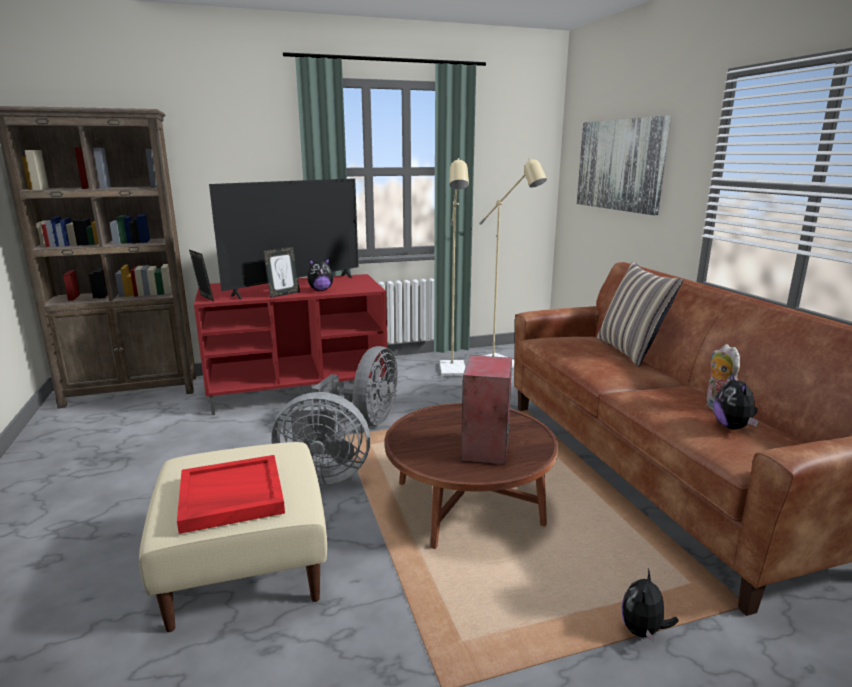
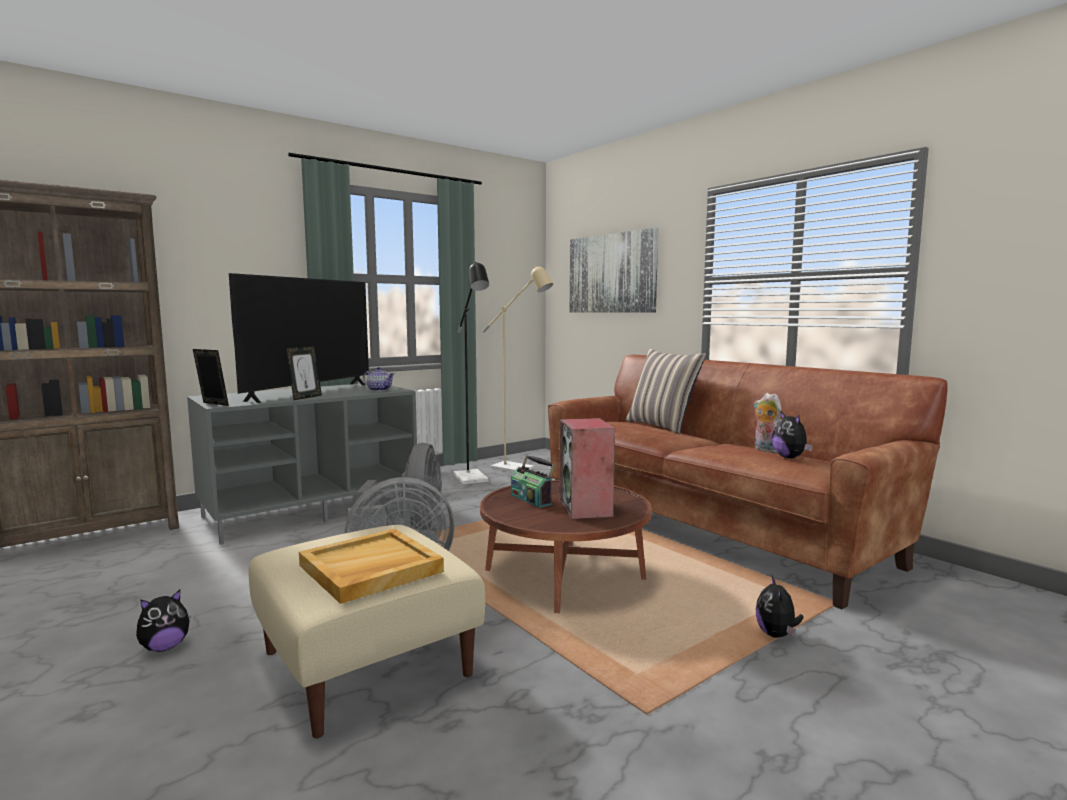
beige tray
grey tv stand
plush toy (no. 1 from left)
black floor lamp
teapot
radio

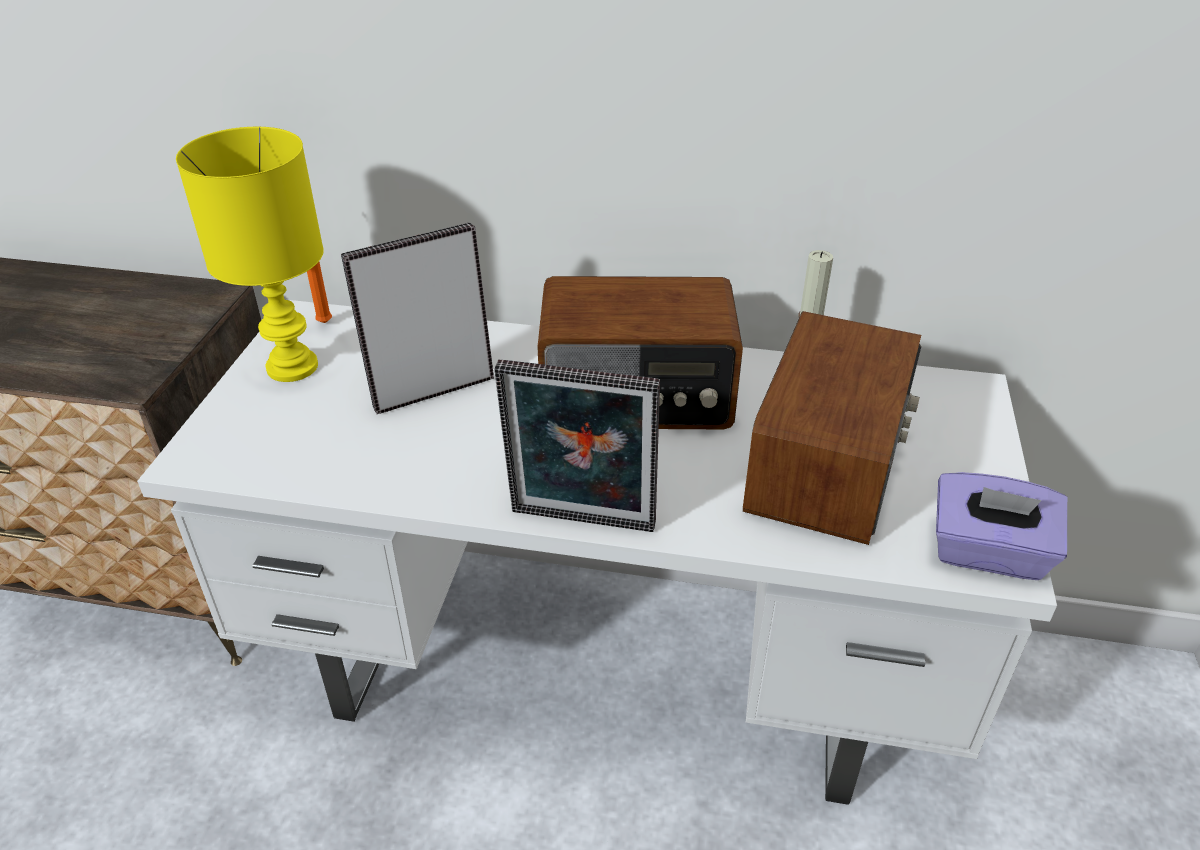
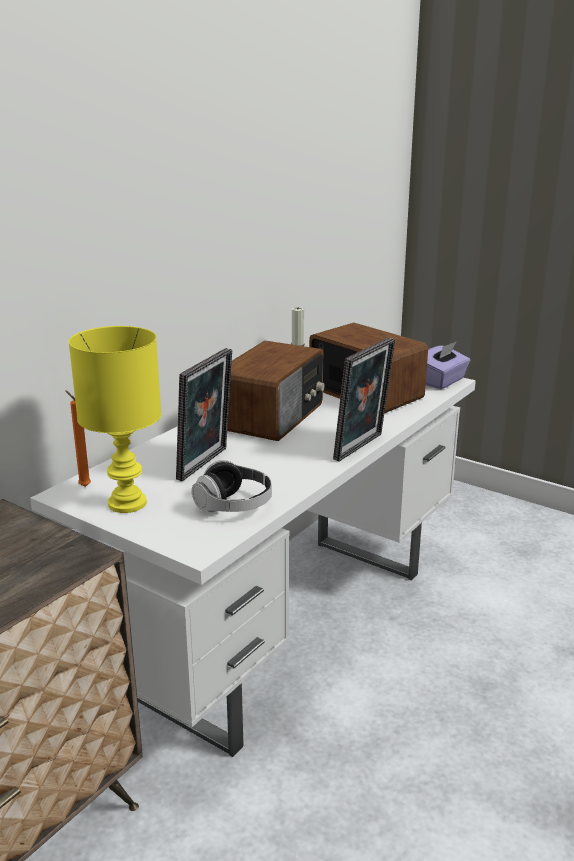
picture frame (no. 1 from left)
headphones

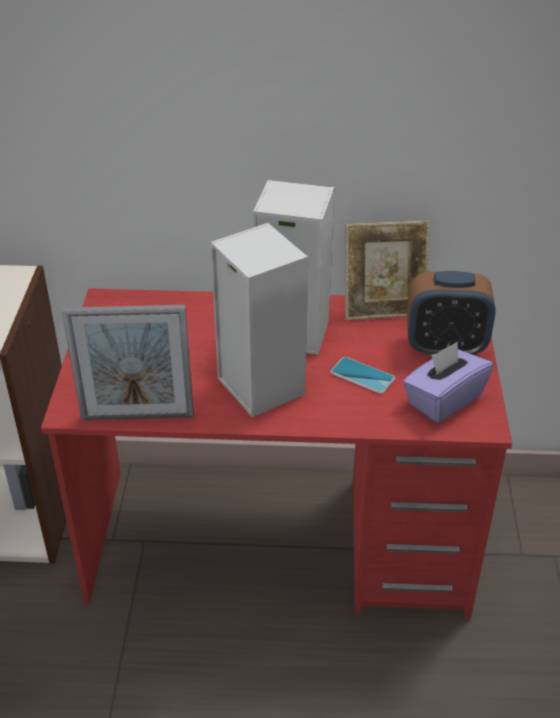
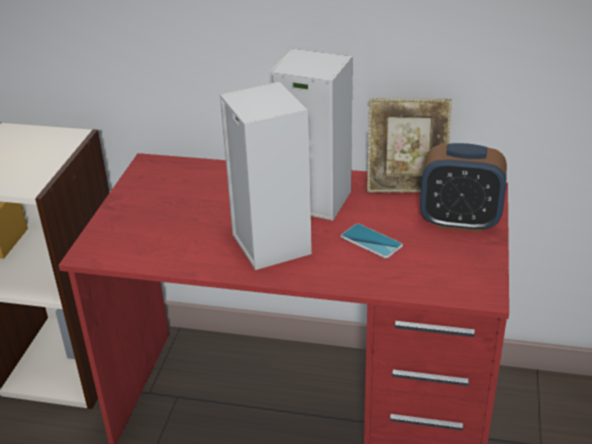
picture frame (no. 1 from left in the first image)
purple tissue box

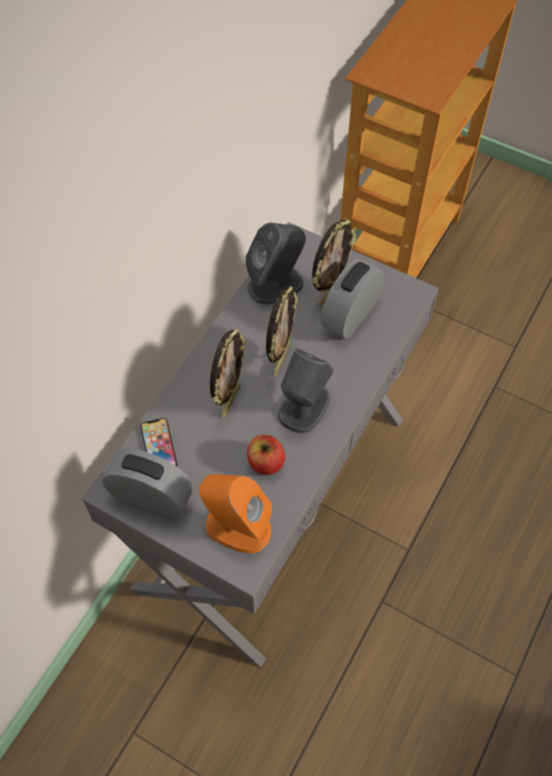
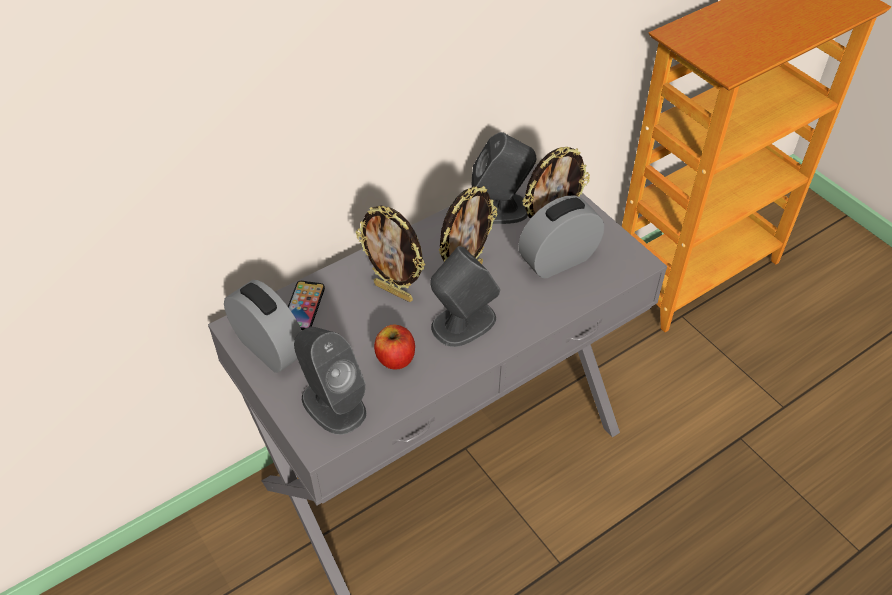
grey speaker (no. 1 from left)
picture frame (no. 1 from left)

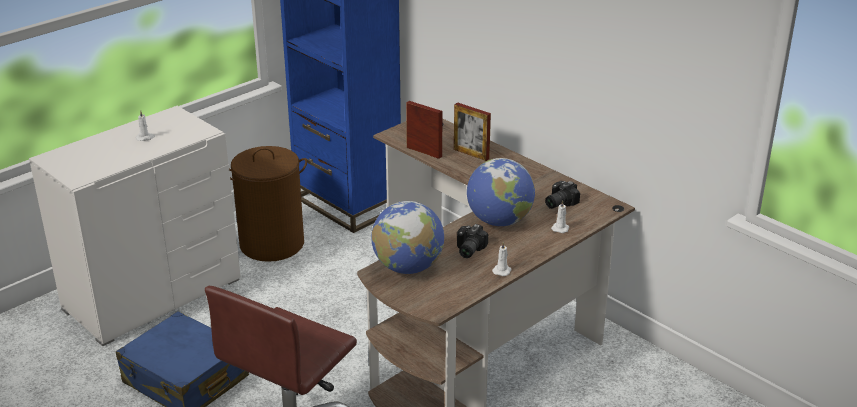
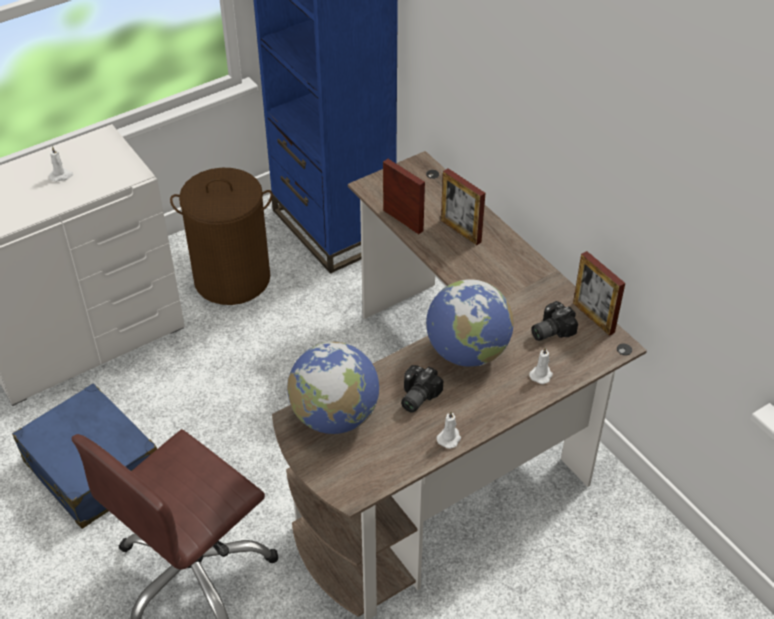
picture frame (no. 3 from left)

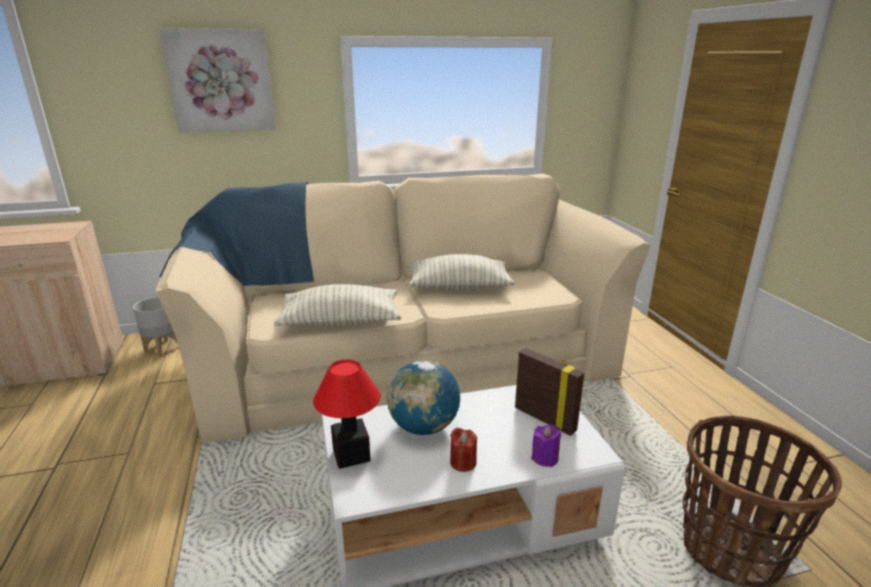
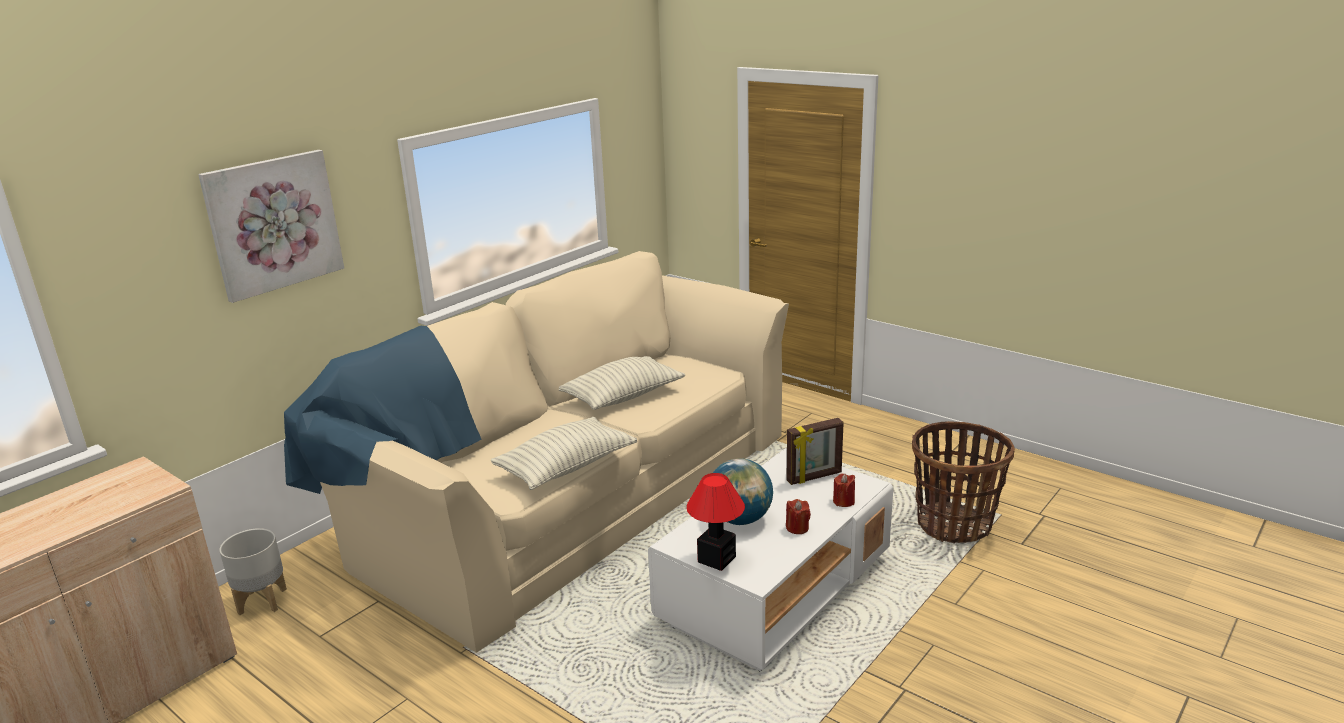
picture frame
red candle (no. 2 from left)

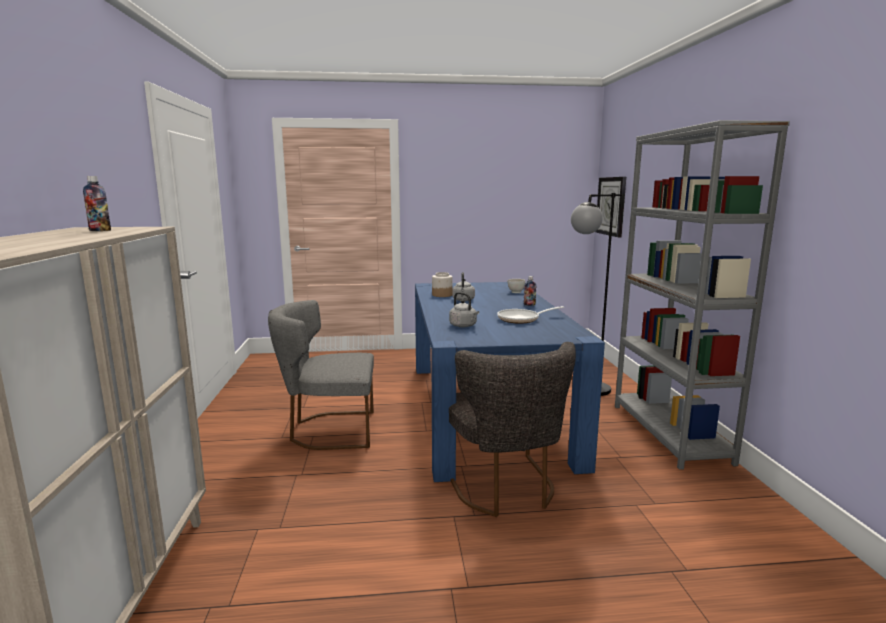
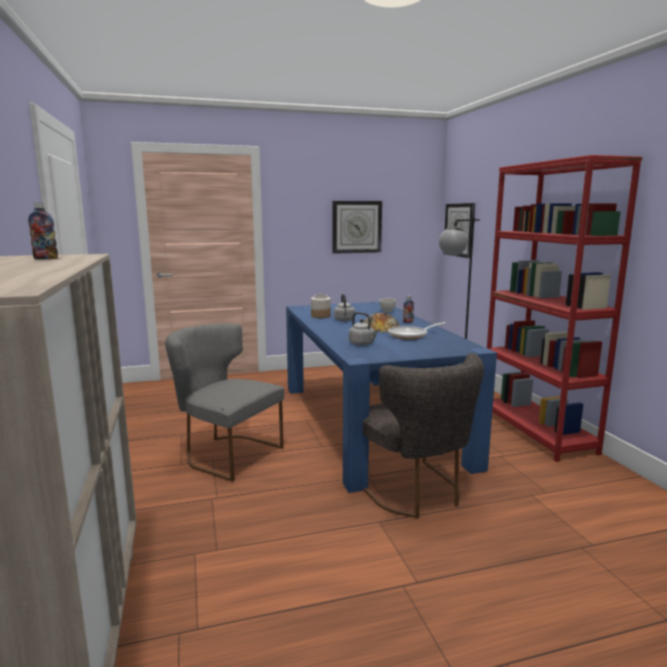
grey chair (no. 1 from left)
red bookcase
wall clock (no. 1 from left)
bread

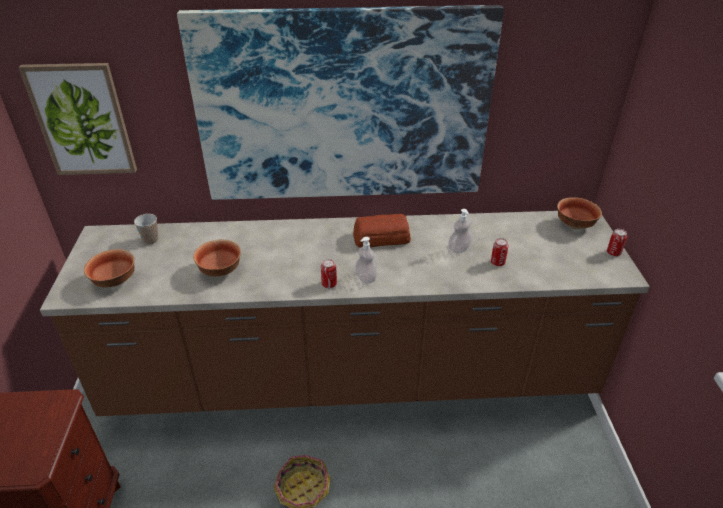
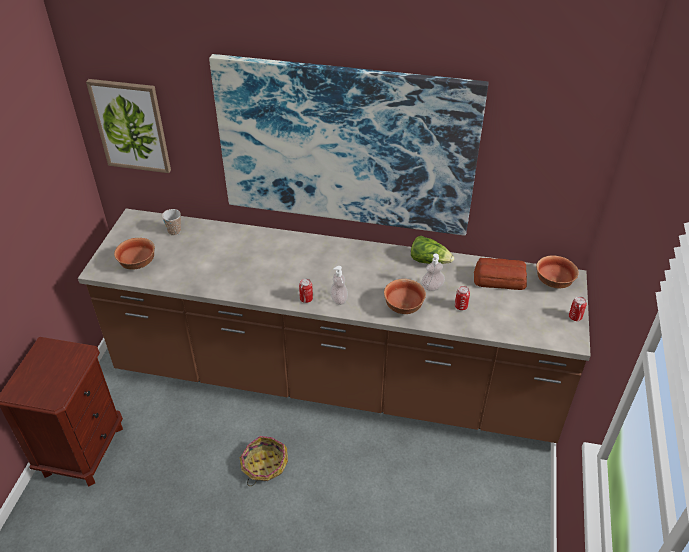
bowl (no. 2 from left)
bread
lettuce

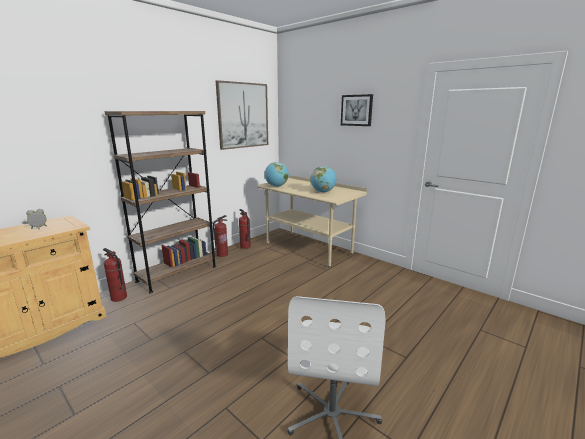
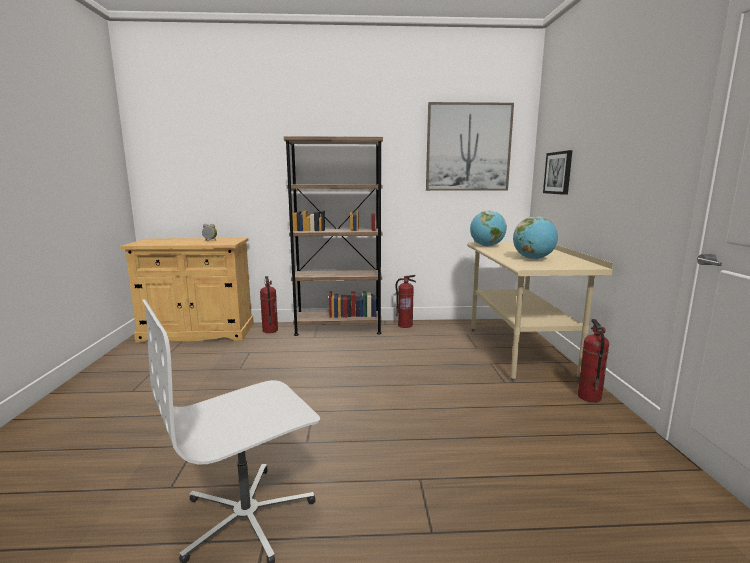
fire extinguisher (no. 3 from left)
picture (no. 2 from left)

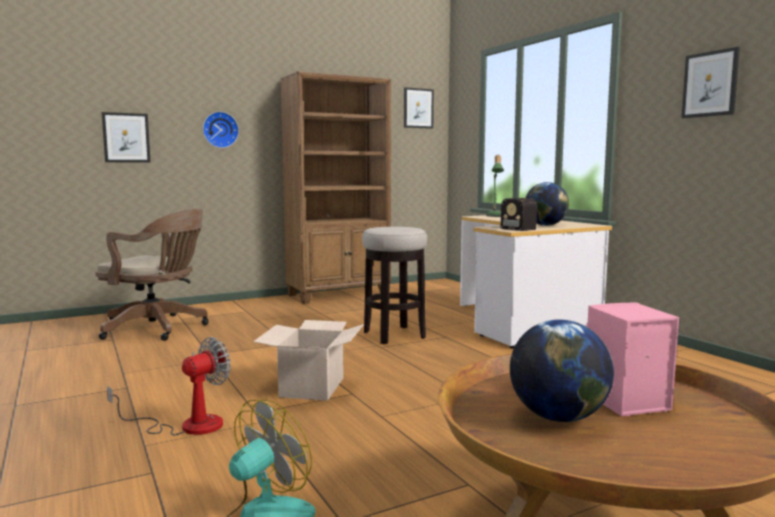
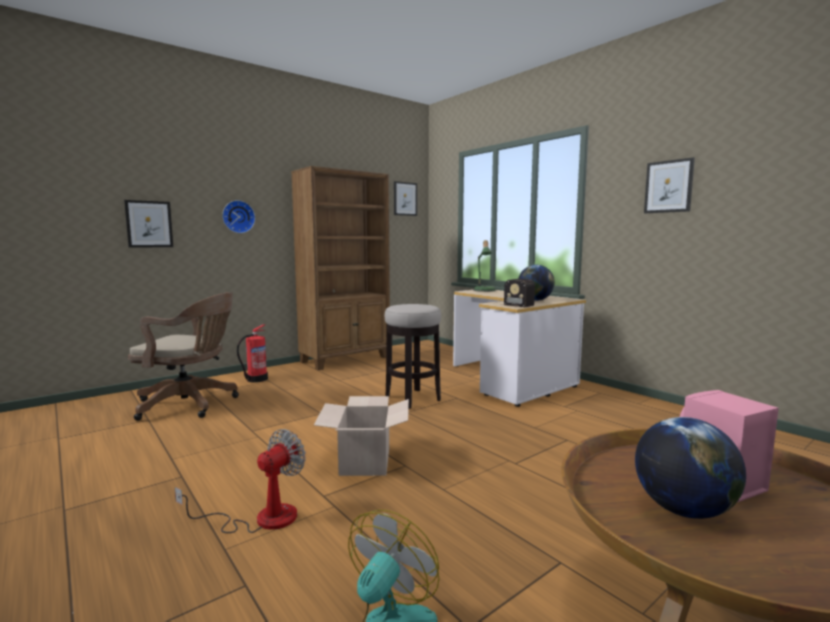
fire extinguisher

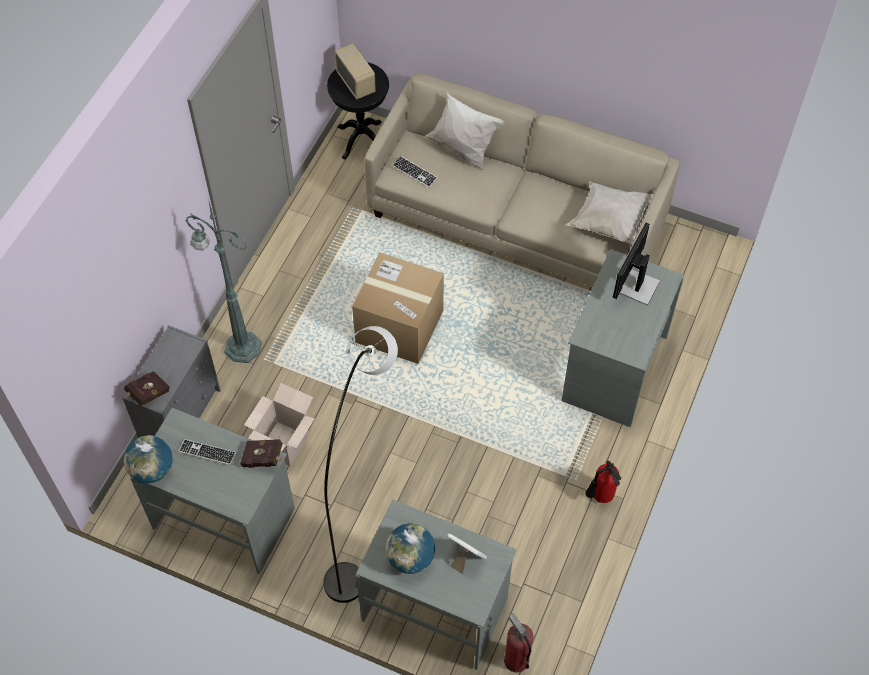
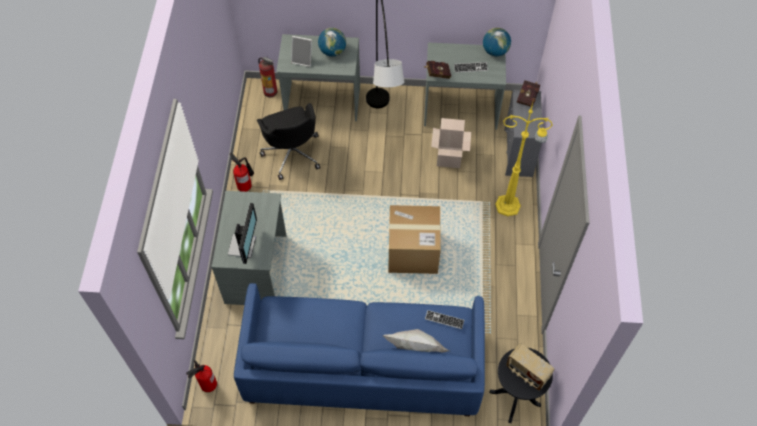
yellow floor lamp
blue sofa
white pillow (no. 2 from left in the first image)
fire extinguisher (no. 1 from left)
black office chair

